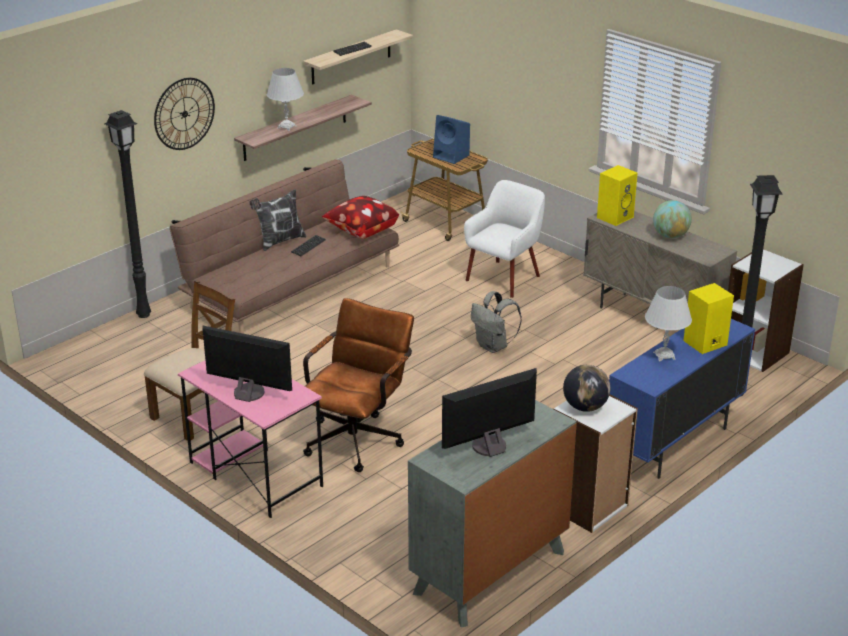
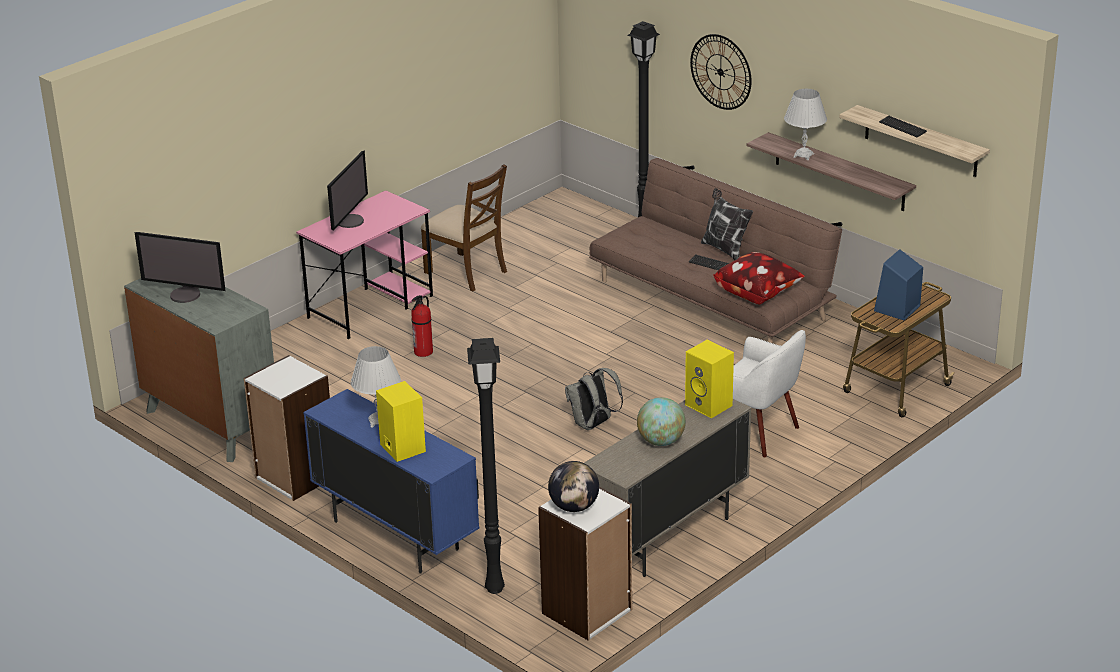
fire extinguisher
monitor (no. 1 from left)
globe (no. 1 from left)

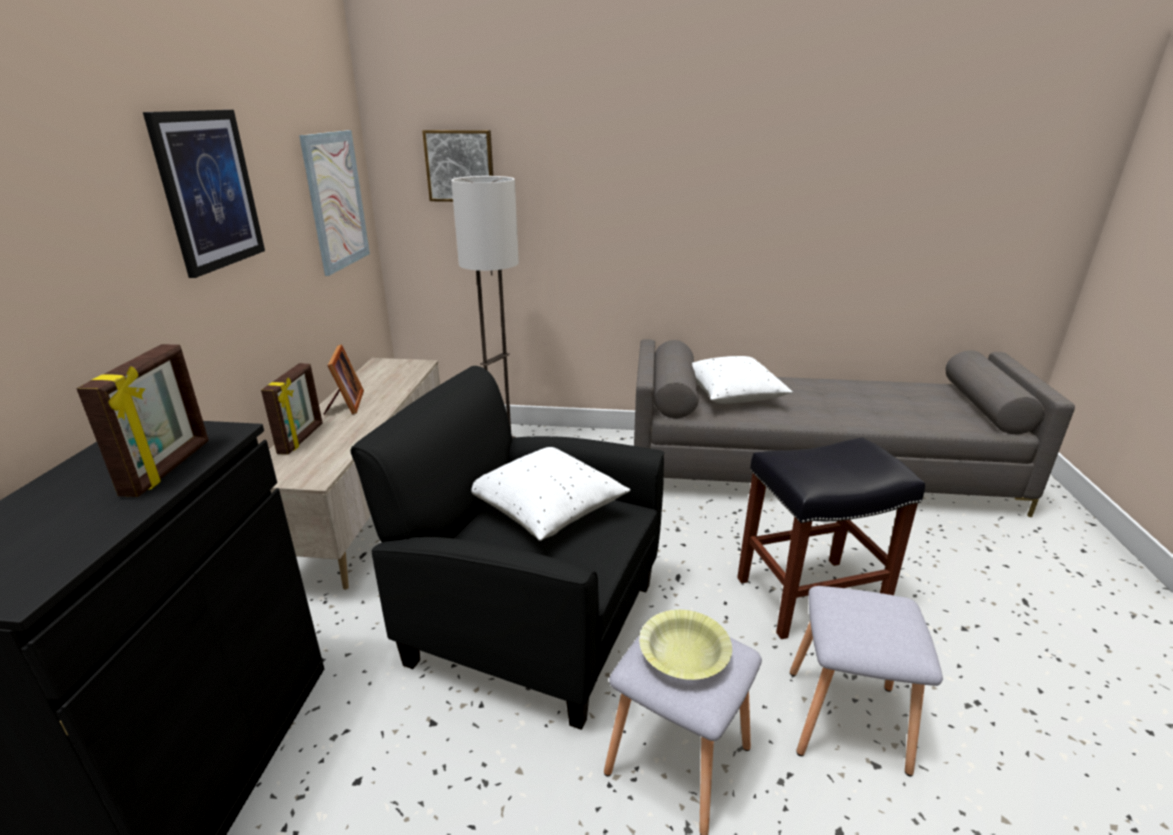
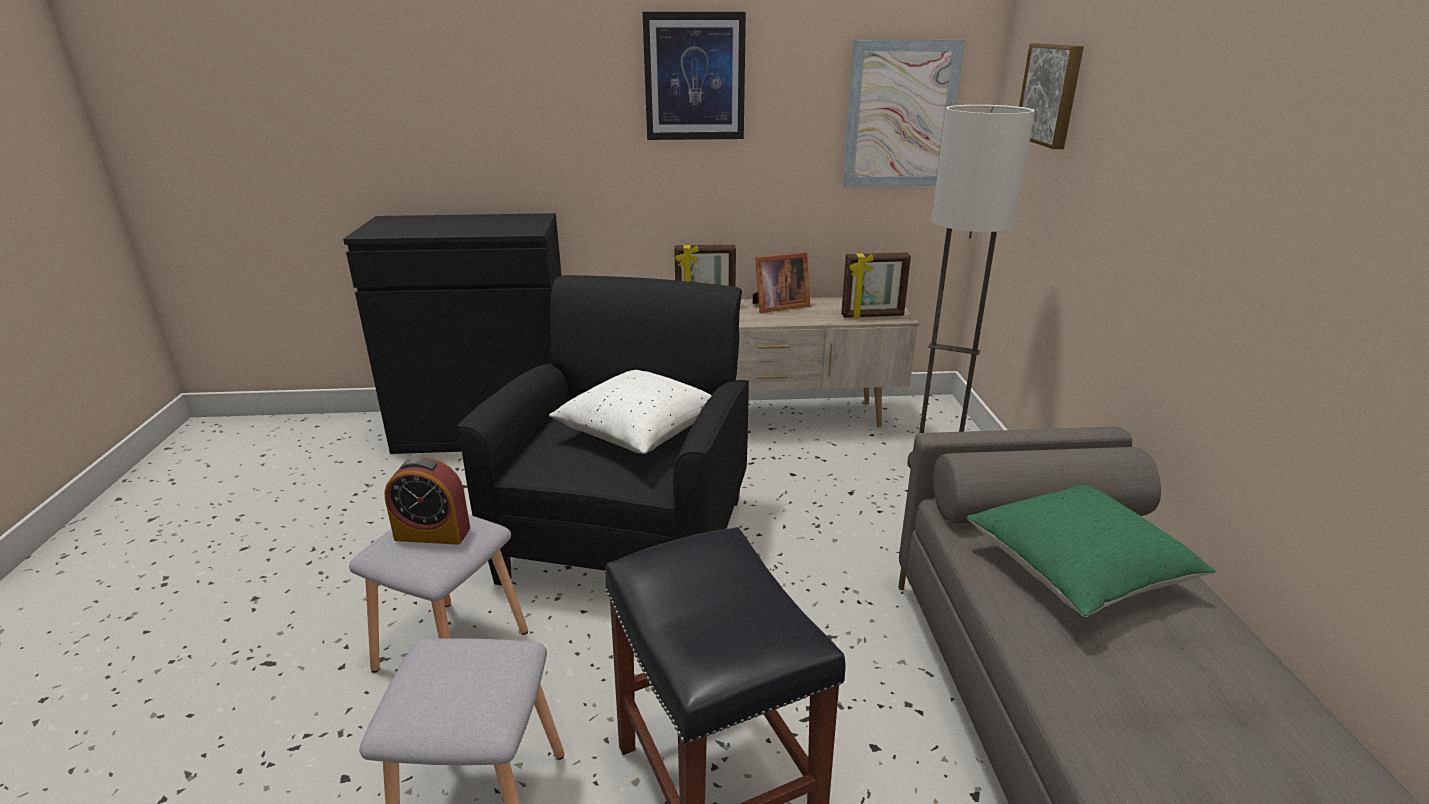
picture frame (no. 3 from left)
alarm clock
green pillow

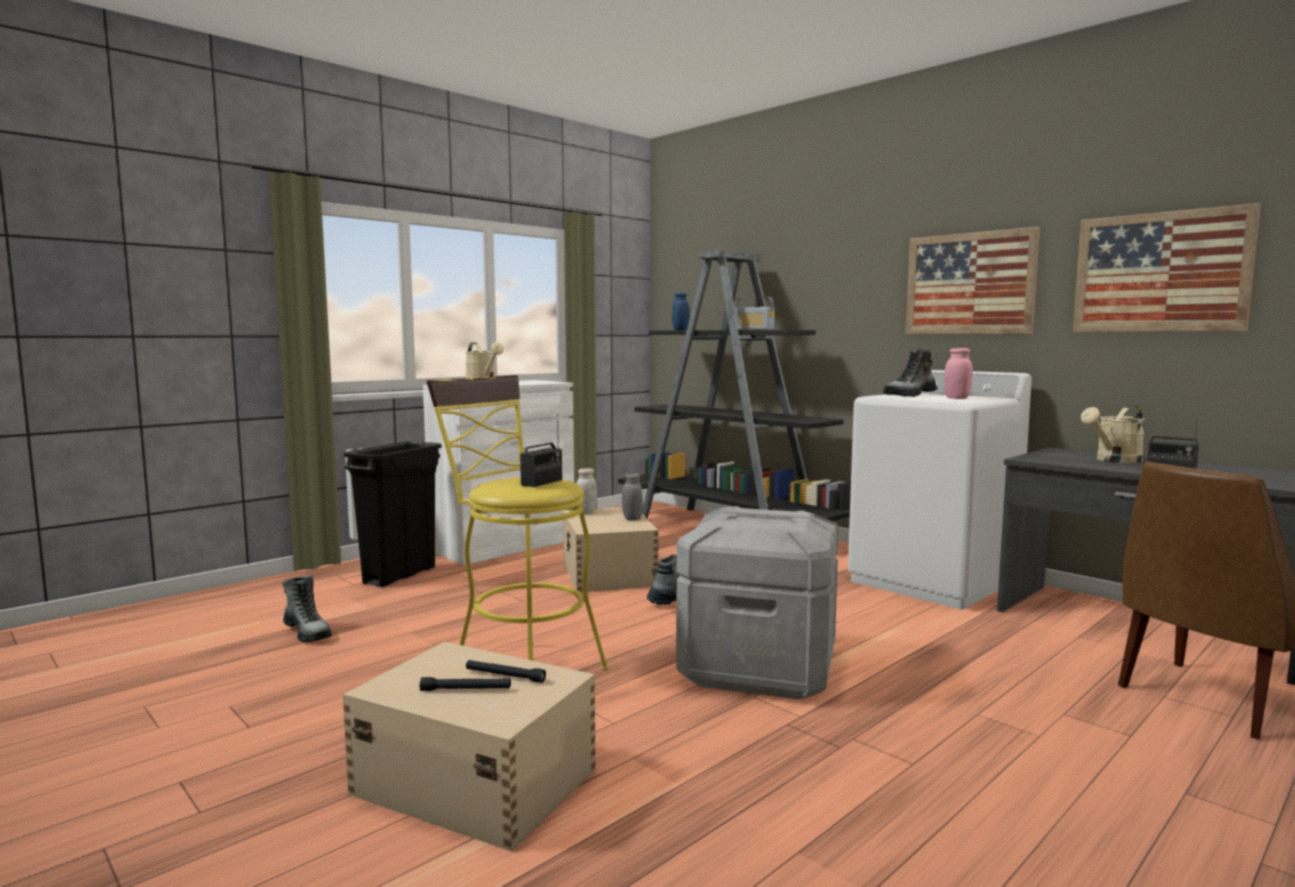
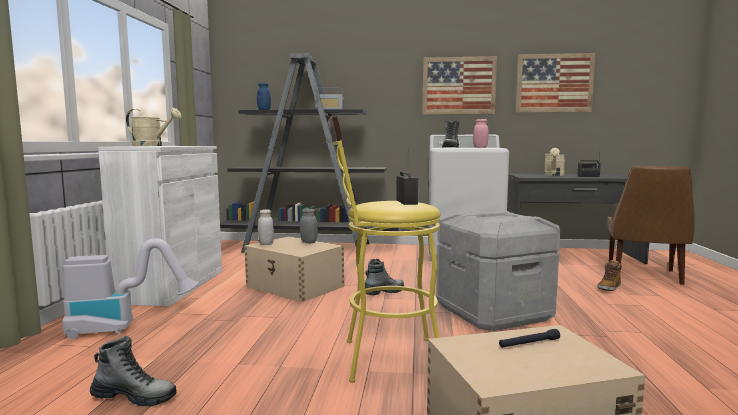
vacuum cleaner
black flashlight (no. 1 from left in the first image)
boot (no. 4 from left)

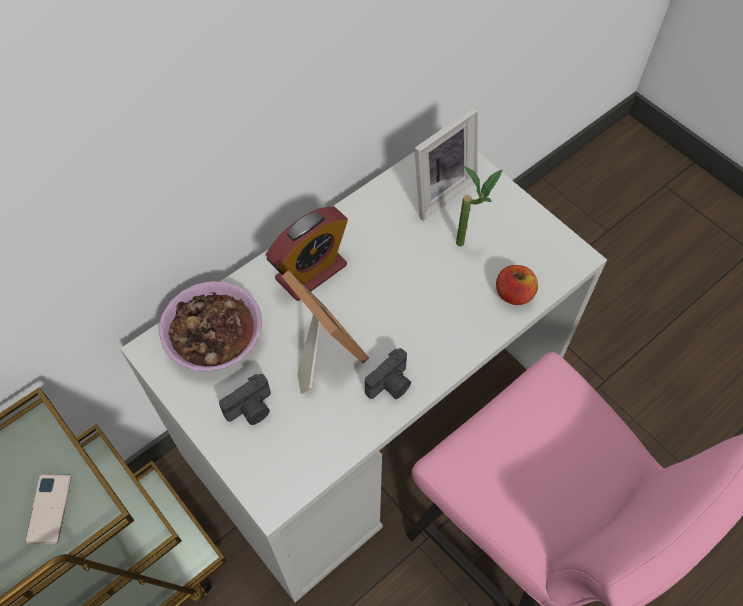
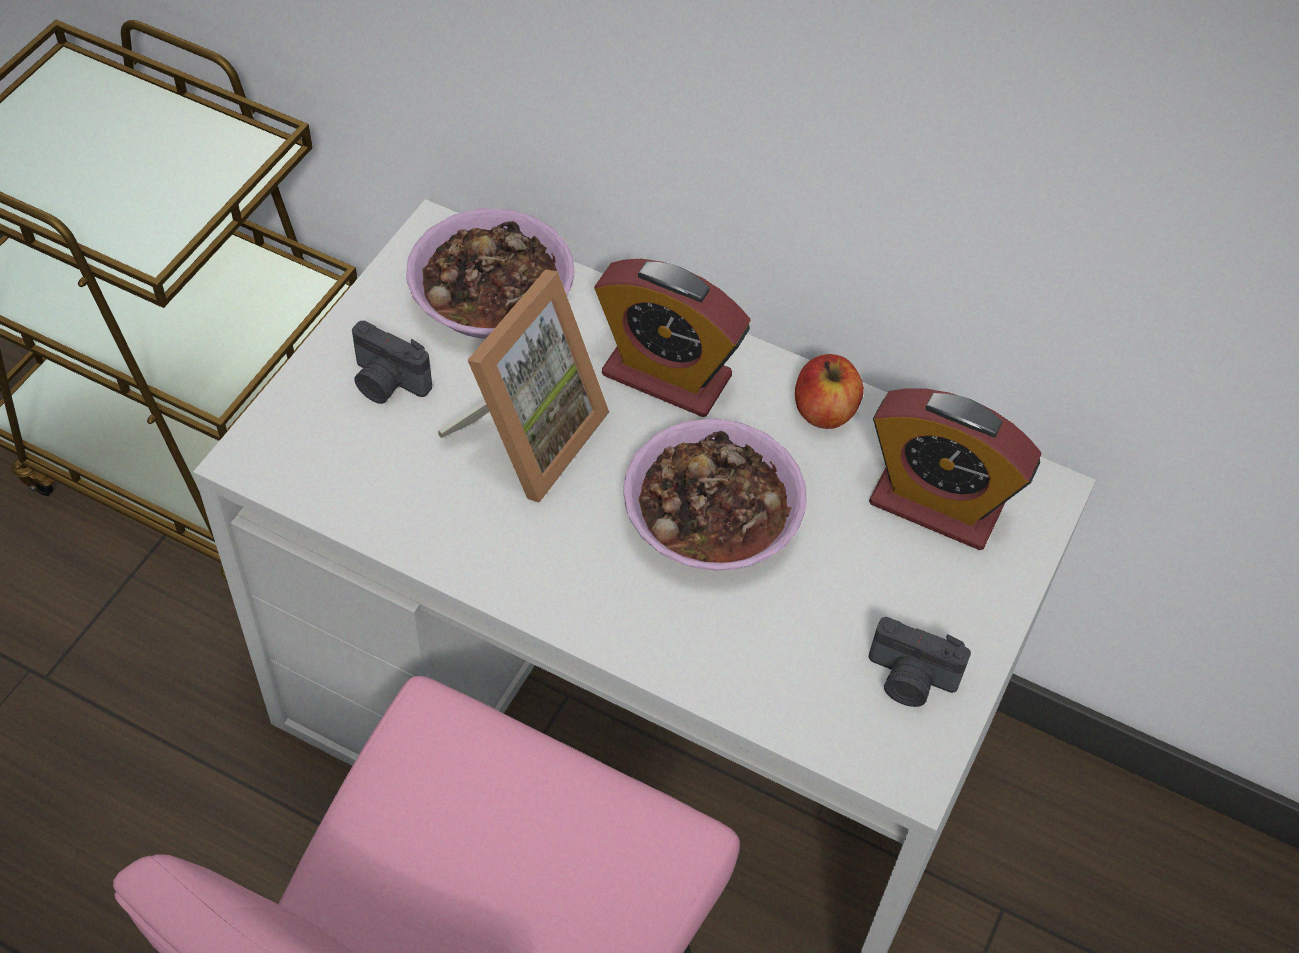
phone
photo camera (no. 2 from left)
alarm clock (no. 2 from left)
potted plant
apple
bowl (no. 2 from left)

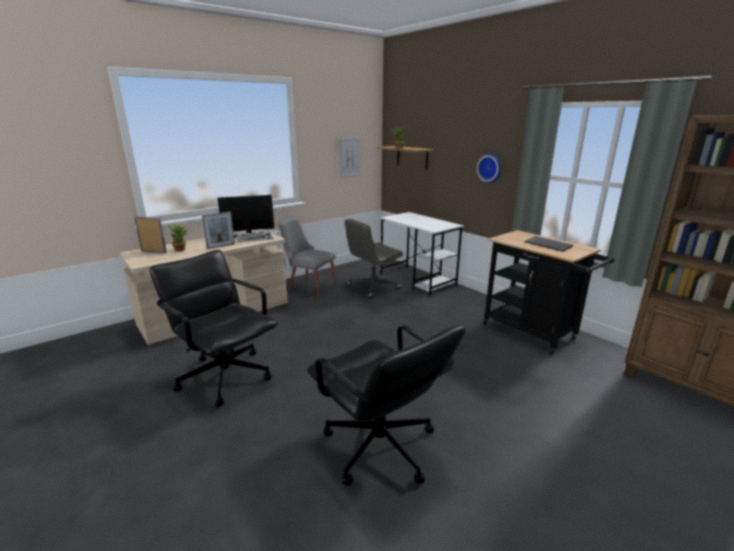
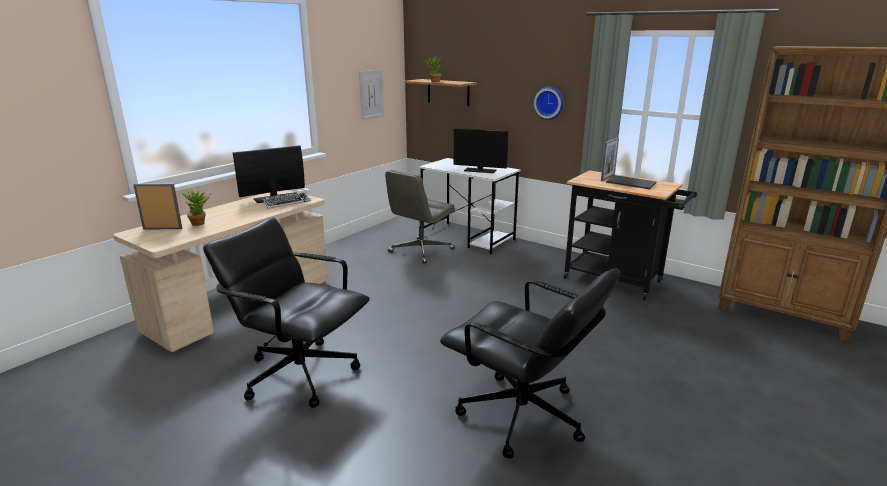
picture frame (no. 2 from left)
grey chair
monitor (no. 2 from left)

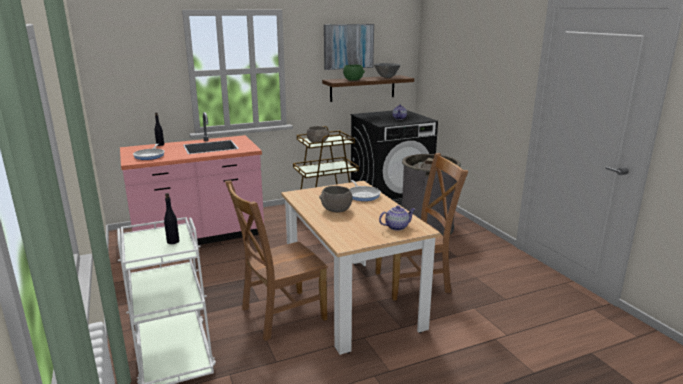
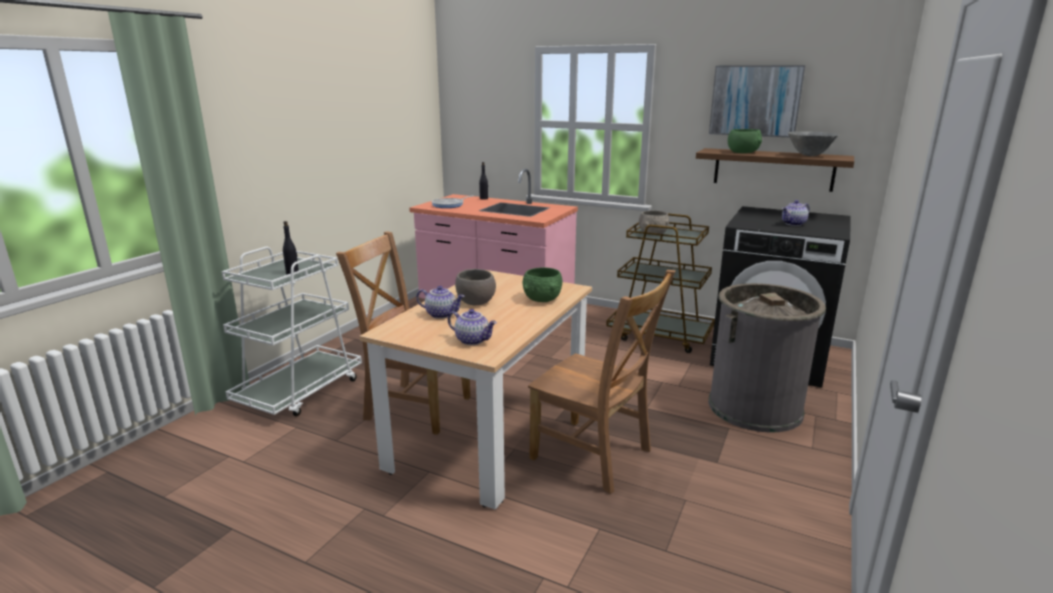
green bowl (no. 1 from left)
teapot (no. 1 from left)

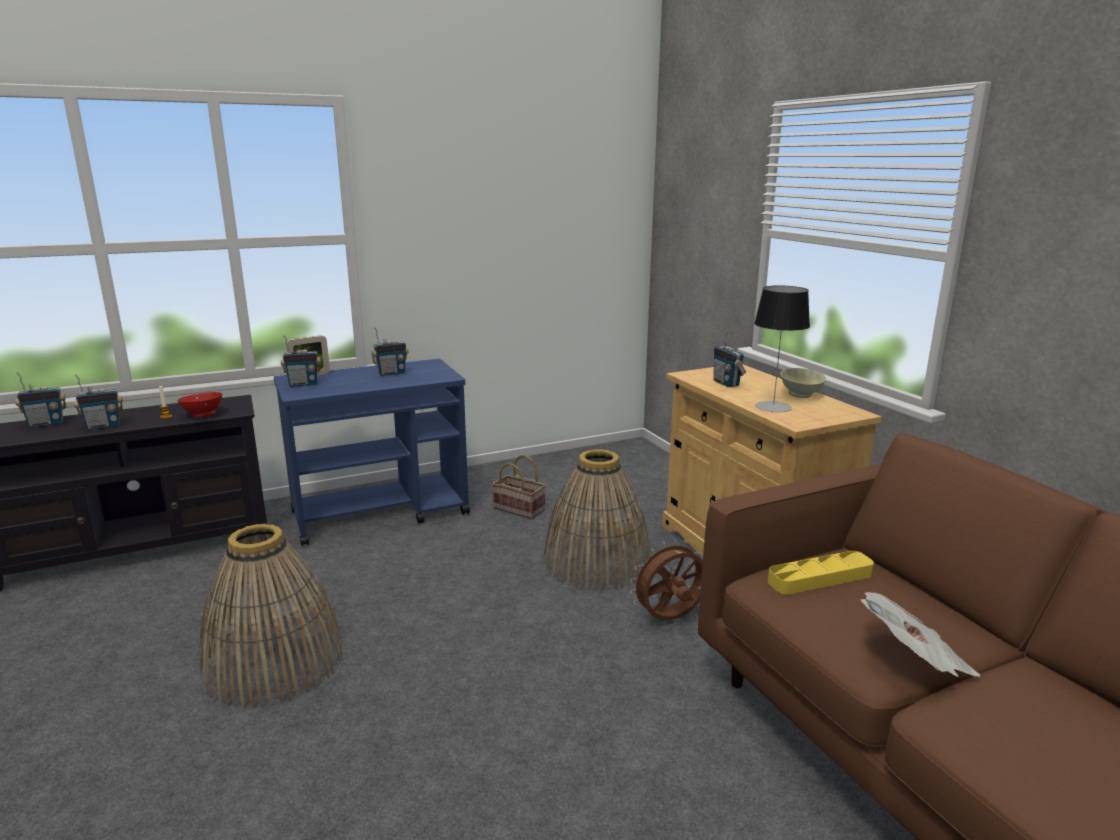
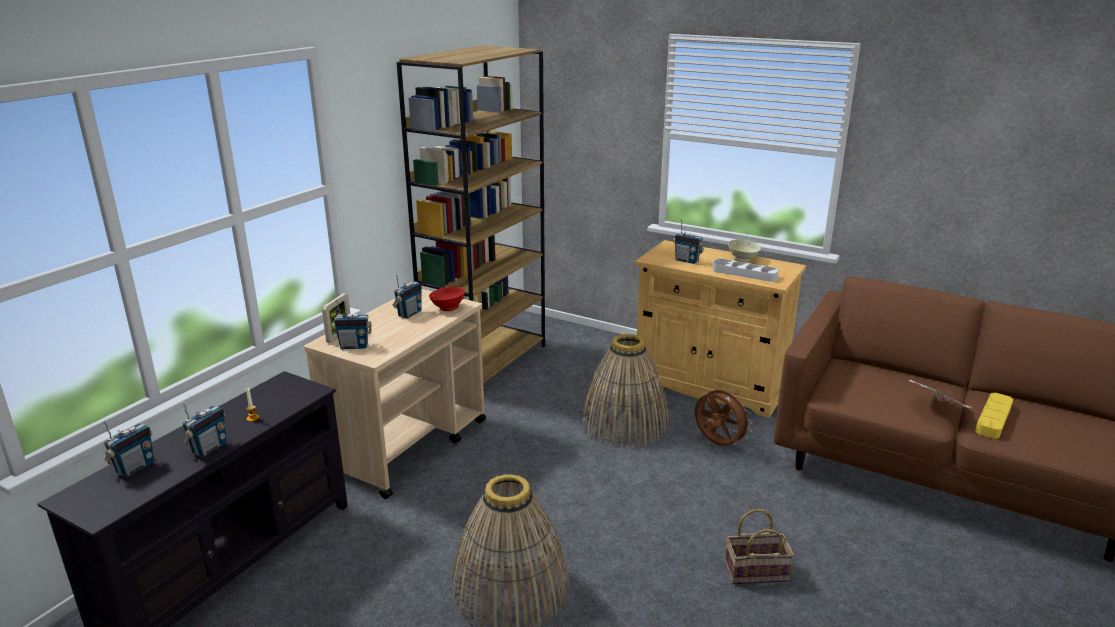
red bowl
beige cart
radio (no. 3 from left)
basket (no. 3 from left)
brown fan
grey tray
yellow tray
brown bookcase

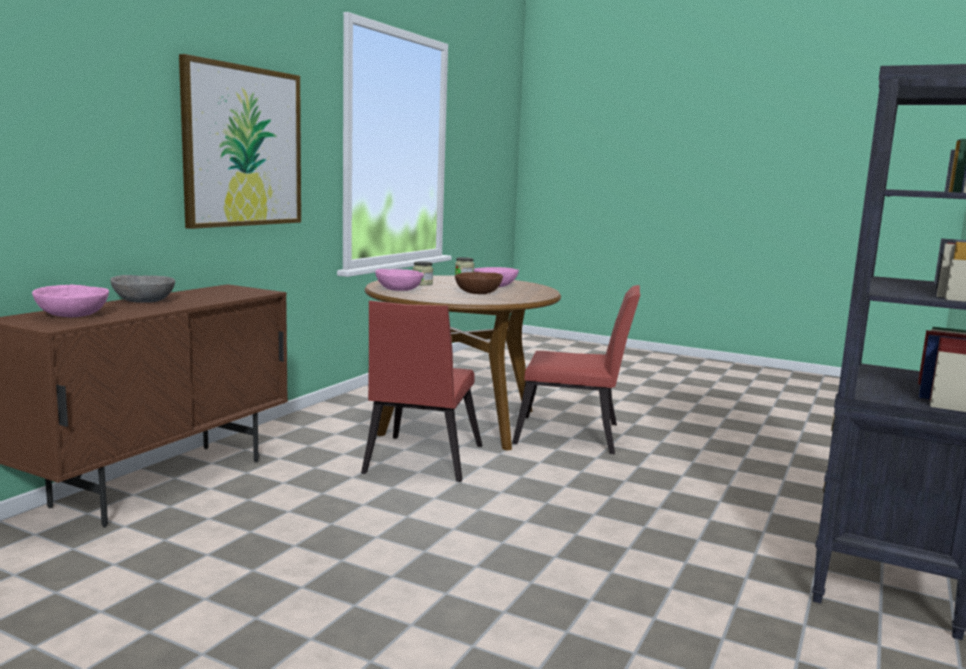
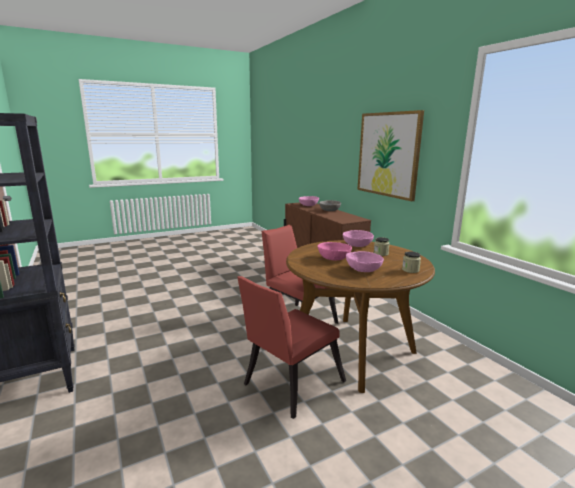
pink bowl (no. 2 from left)

